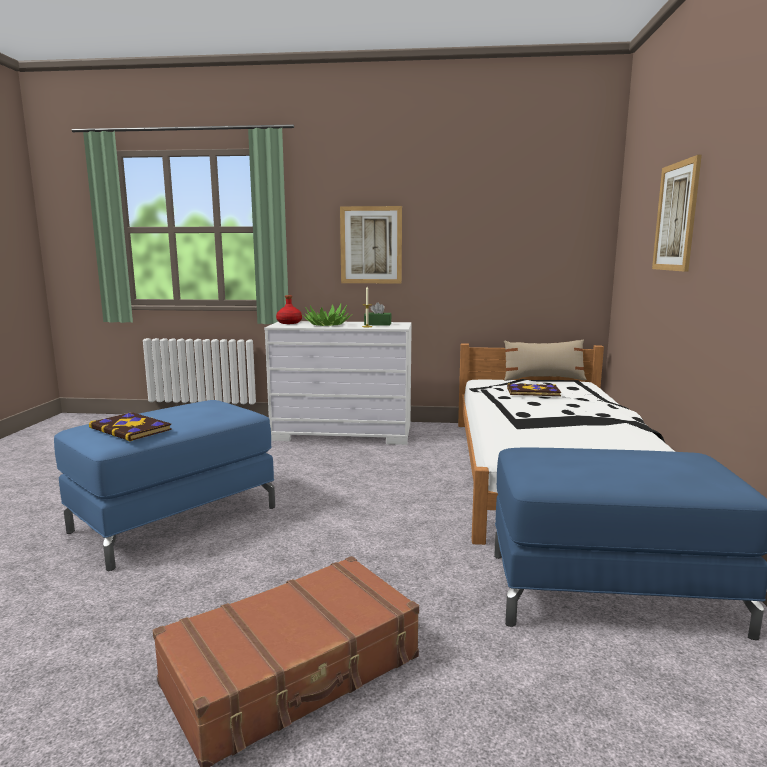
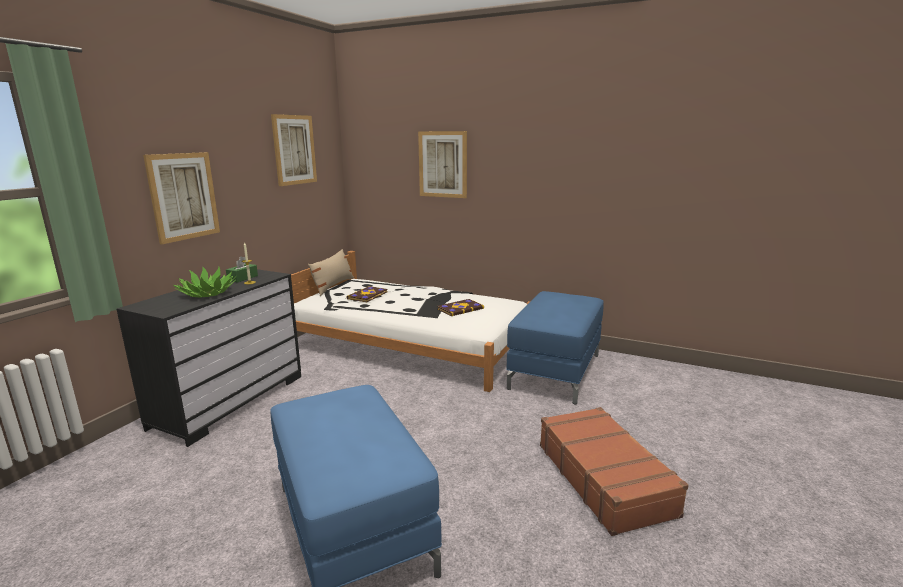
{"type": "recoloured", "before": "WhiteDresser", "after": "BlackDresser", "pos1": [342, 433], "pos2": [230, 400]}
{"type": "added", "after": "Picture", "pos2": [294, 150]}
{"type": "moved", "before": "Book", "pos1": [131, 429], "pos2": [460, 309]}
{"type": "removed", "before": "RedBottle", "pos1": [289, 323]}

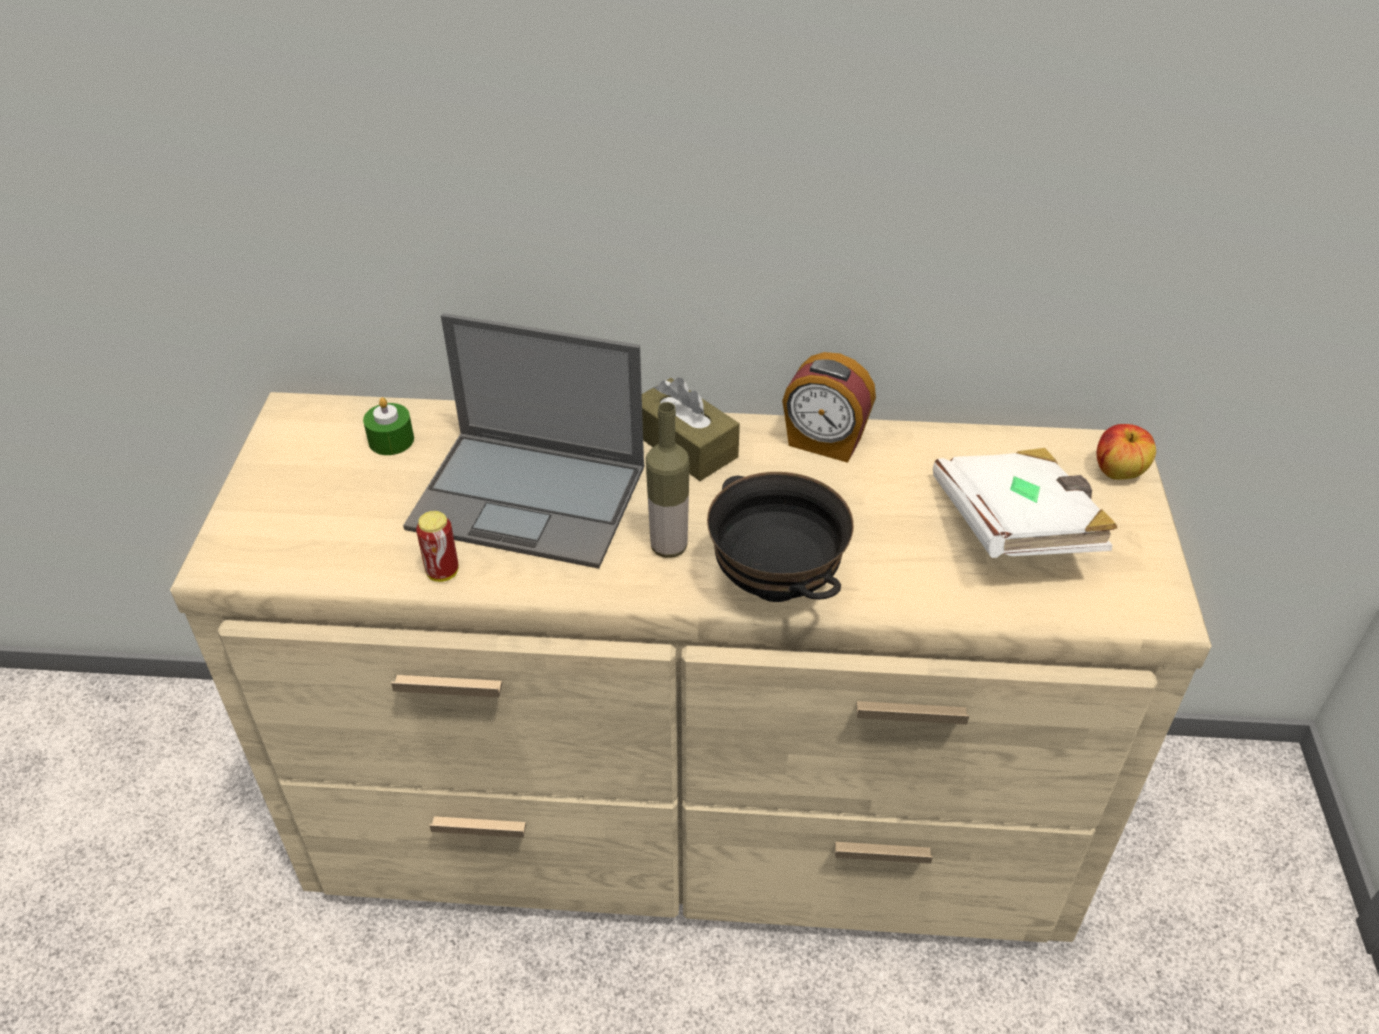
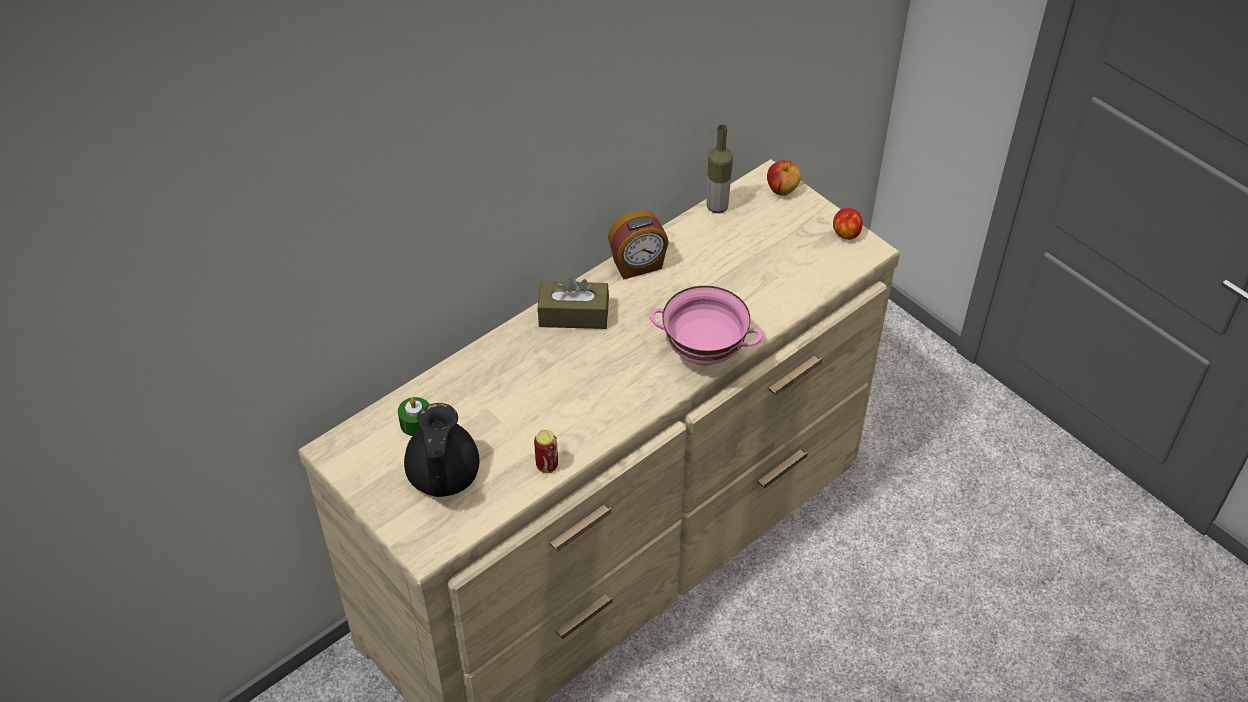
{"type": "added", "after": "BlackTeapot", "pos2": [442, 477]}
{"type": "recoloured", "before": "BlackBowl", "after": "PinkBowl", "pos1": [774, 583], "pos2": [703, 354]}
{"type": "moved", "before": "Bottle", "pos1": [668, 546], "pos2": [717, 207]}
{"type": "added", "after": "Apple", "pos2": [845, 234]}
{"type": "removed", "before": "Laptop", "pos1": [531, 498]}
{"type": "removed", "before": "WhiteBook", "pos1": [1015, 530]}

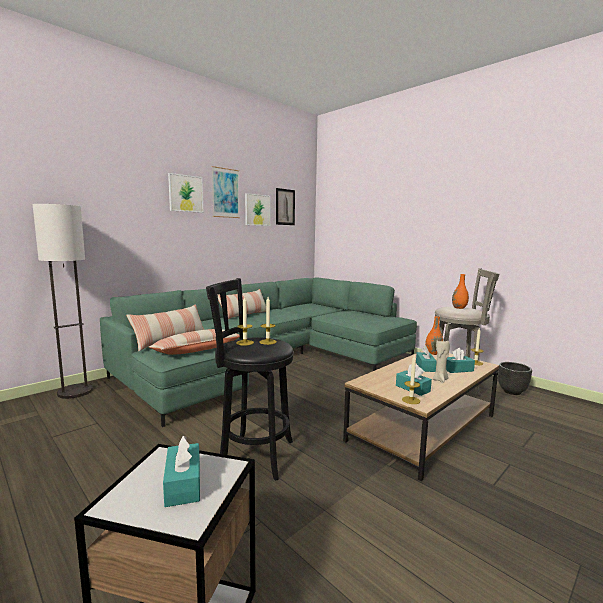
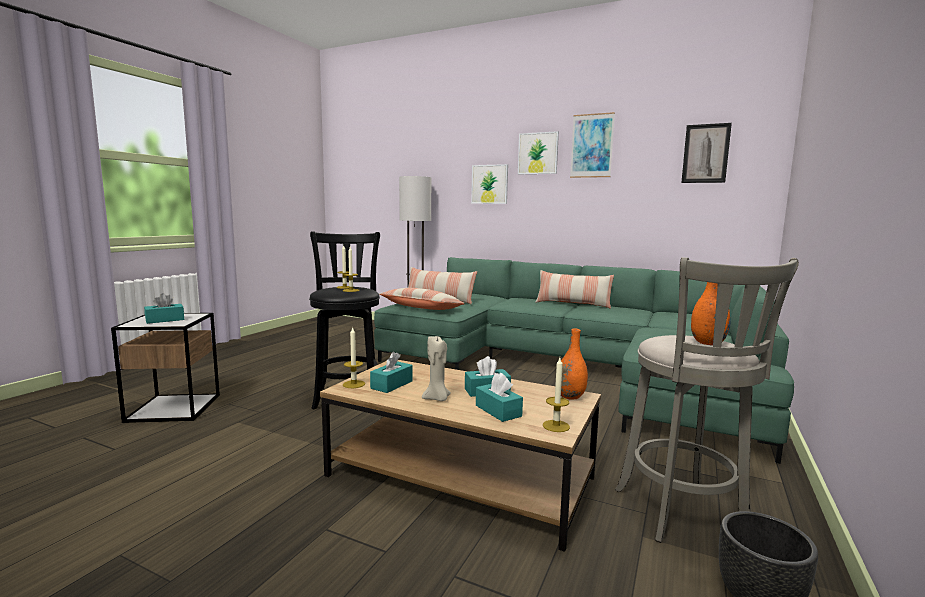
{"type": "moved", "before": "Picture", "pos1": [257, 210], "pos2": [489, 184]}

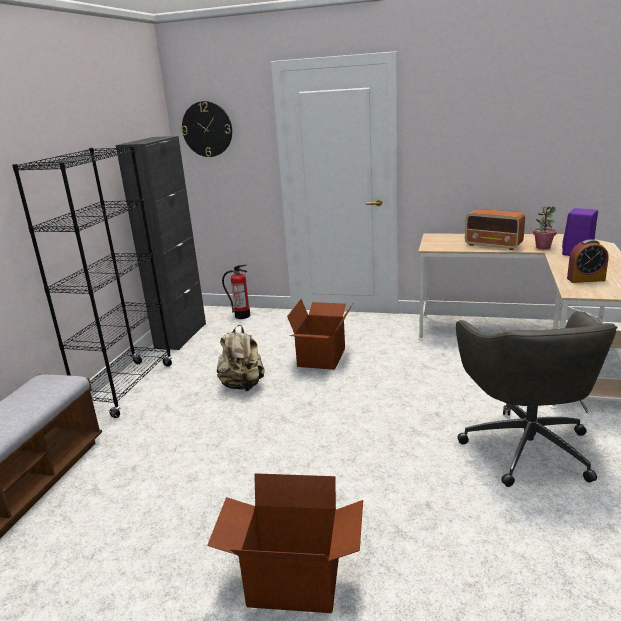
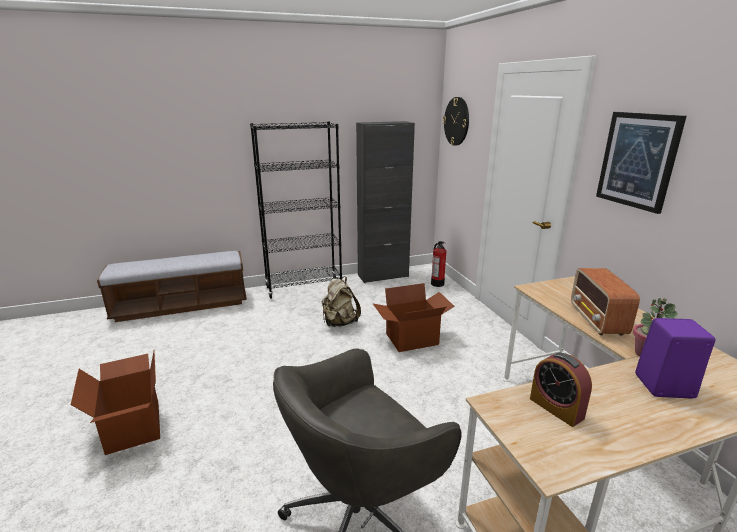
{"type": "added", "after": "Picture", "pos2": [637, 160]}

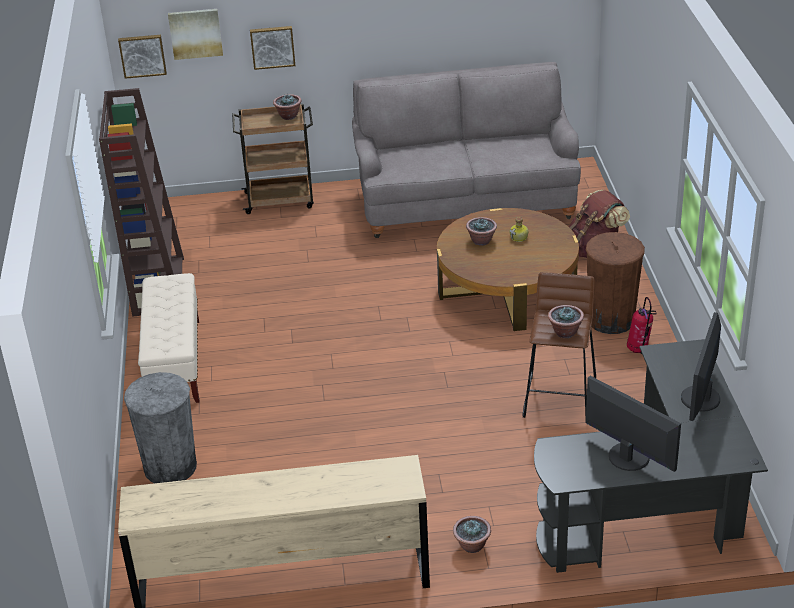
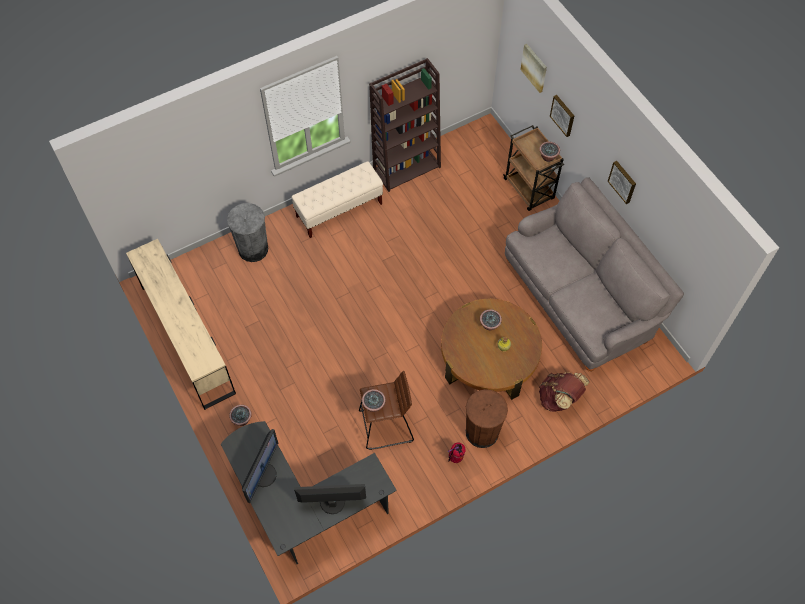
{"type": "moved", "before": "Picture", "pos1": [142, 55], "pos2": [623, 181]}

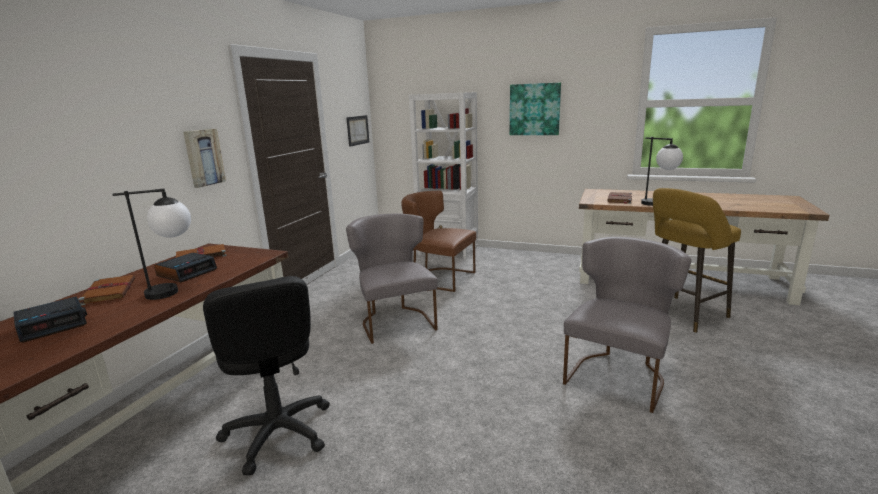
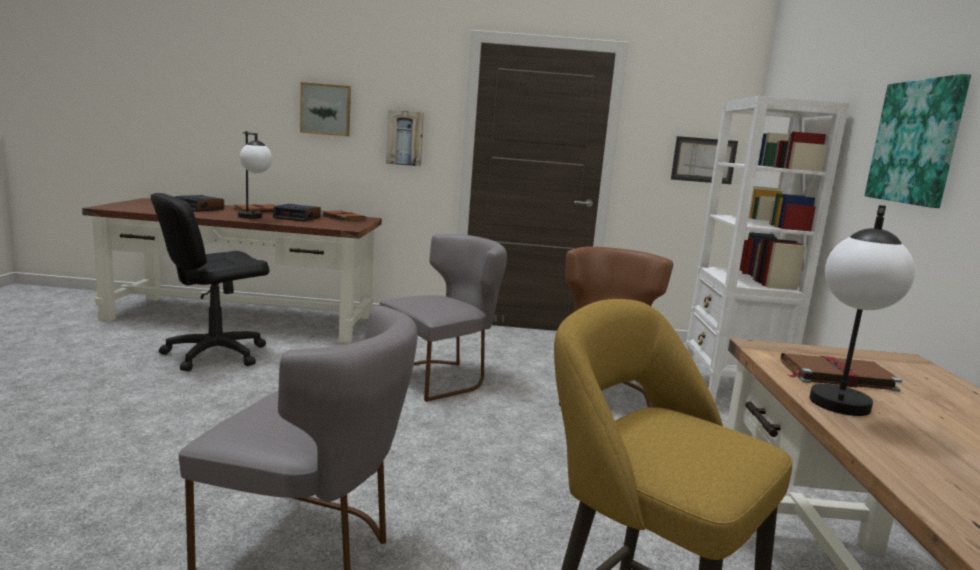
{"type": "added", "after": "Picture", "pos2": [326, 109]}

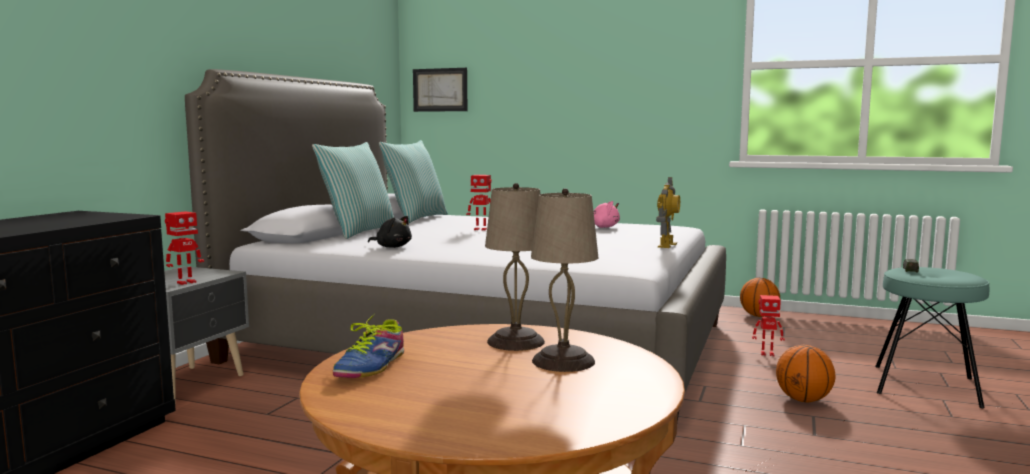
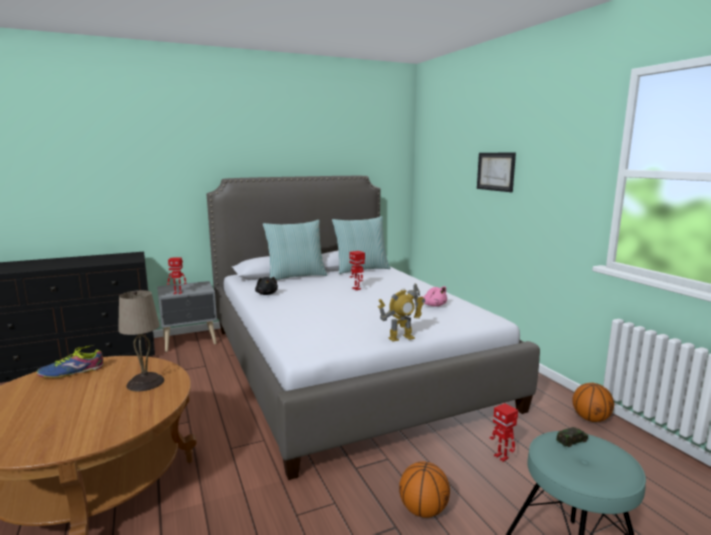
{"type": "moved", "before": "Picture", "pos1": [440, 90], "pos2": [495, 171]}
{"type": "removed", "before": "BeigeTableLamp", "pos1": [562, 361]}

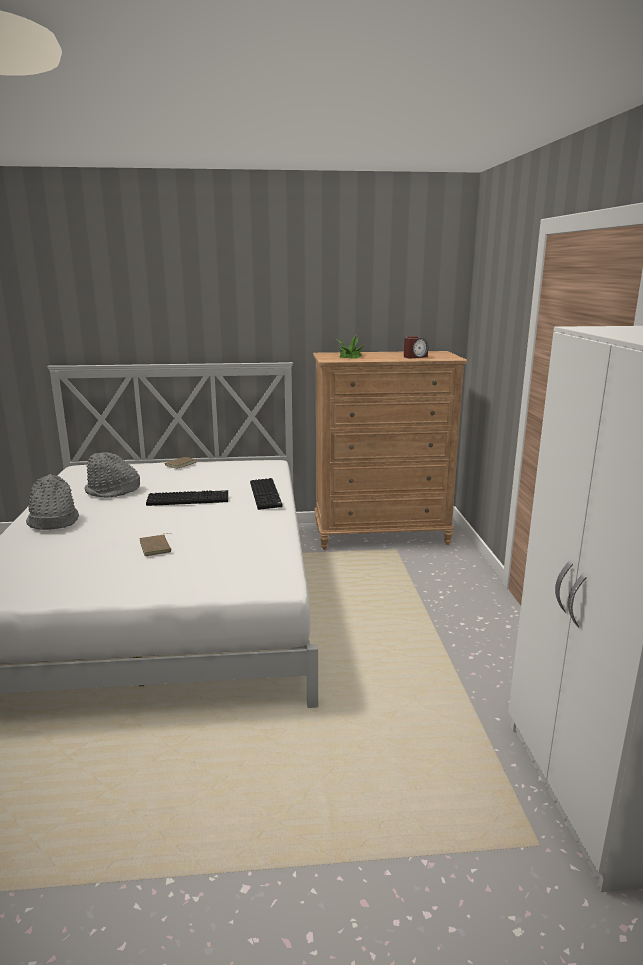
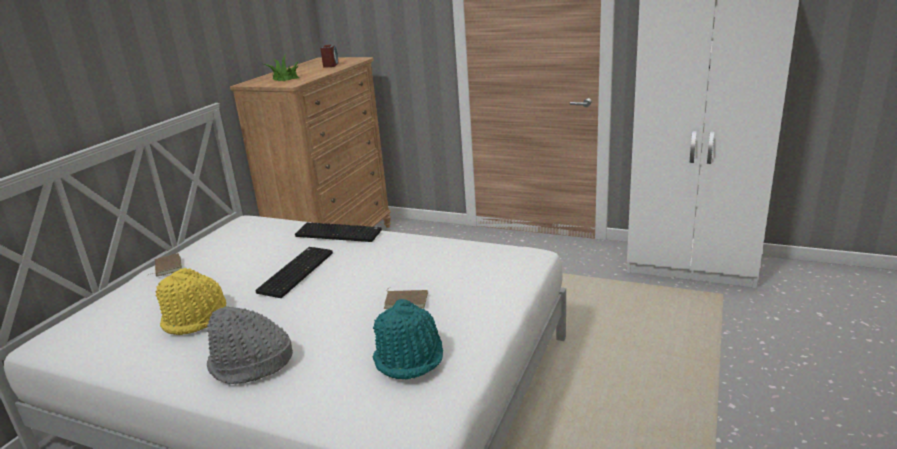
{"type": "recoloured", "before": "GreyHat", "after": "YellowHat", "pos1": [113, 491], "pos2": [196, 318]}
{"type": "added", "after": "TurquoiseHat", "pos2": [409, 356]}

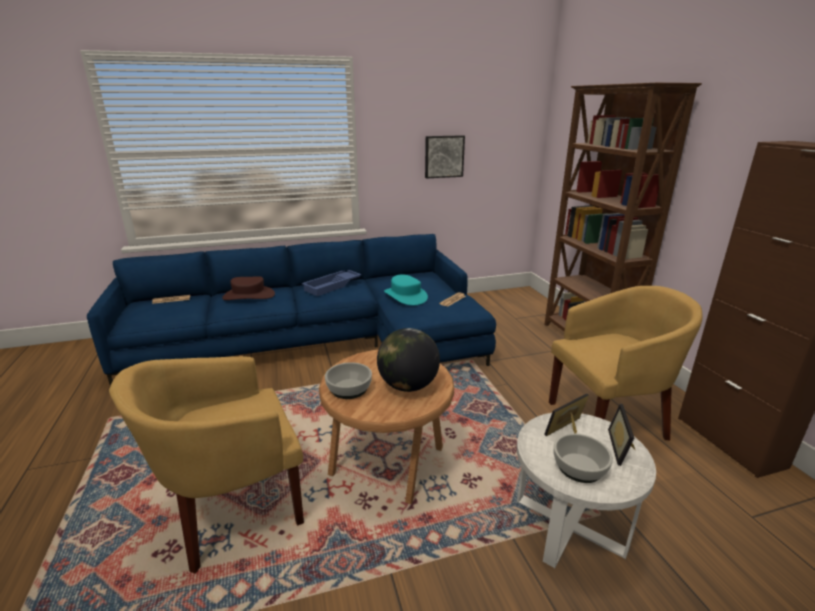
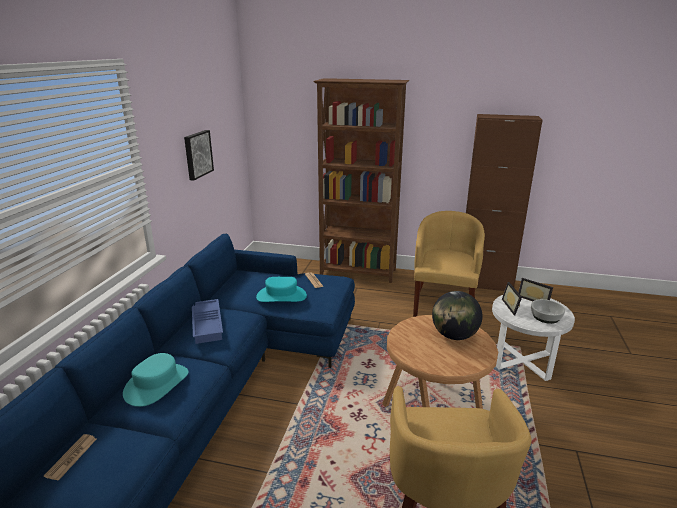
{"type": "recoloured", "before": "BrownHat", "after": "TurquoiseHat", "pos1": [249, 295], "pos2": [156, 384]}
{"type": "removed", "before": "Bowl", "pos1": [348, 389]}

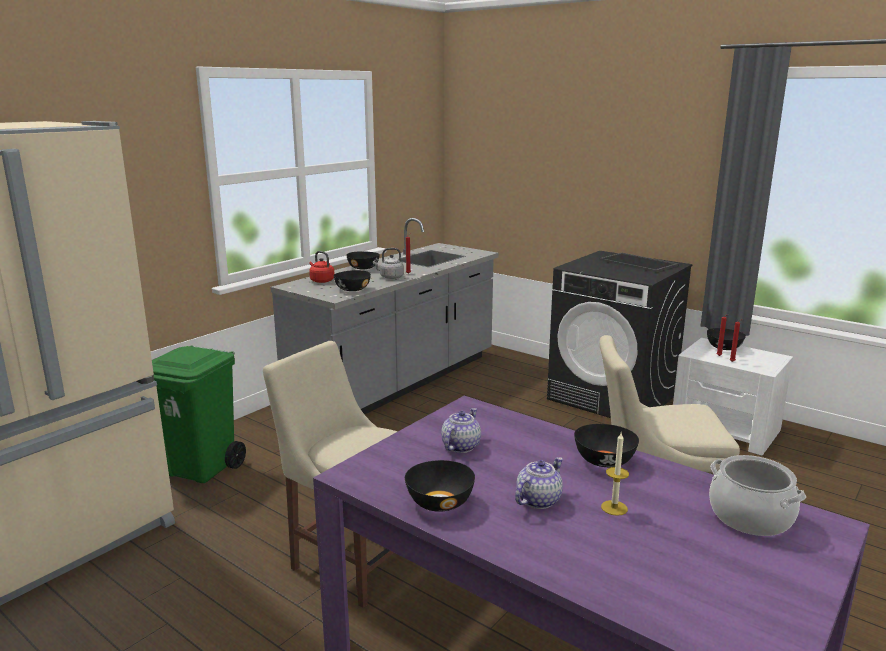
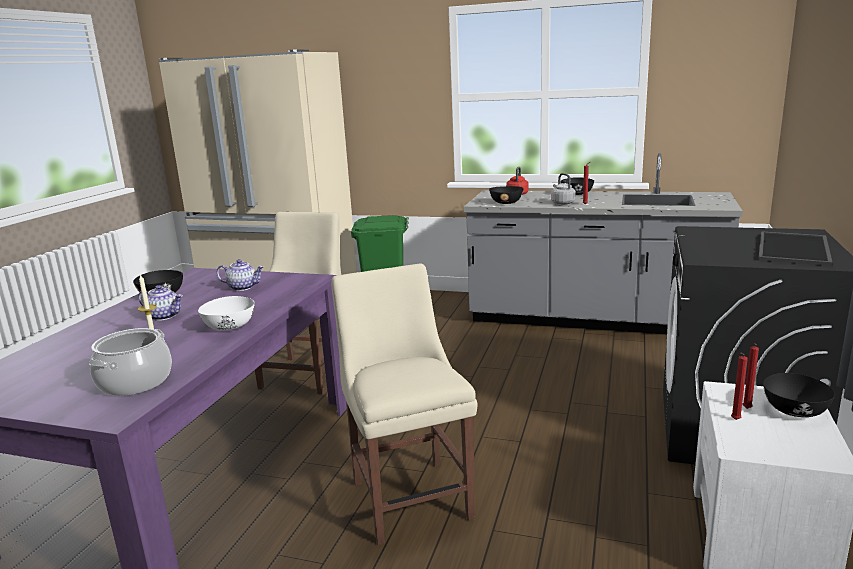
{"type": "recoloured", "before": "BlackBowl", "after": "WhiteBowl", "pos1": [603, 461], "pos2": [229, 326]}

